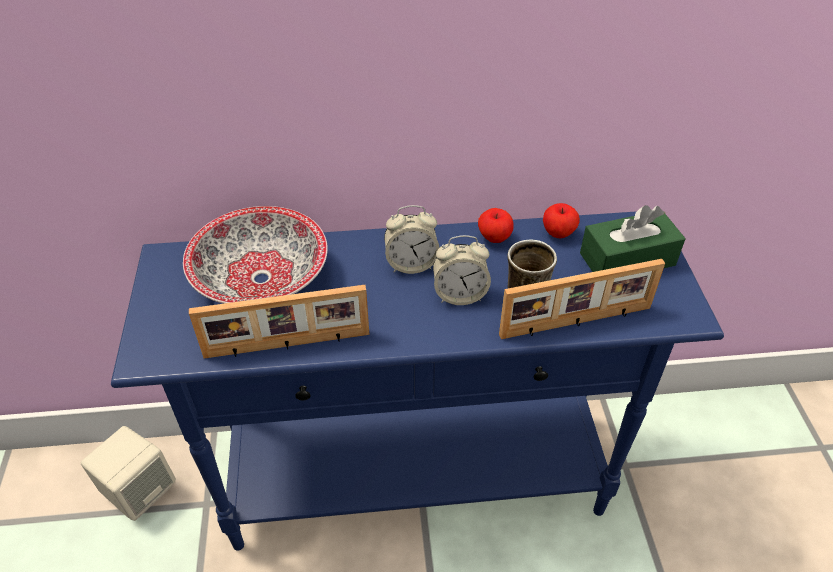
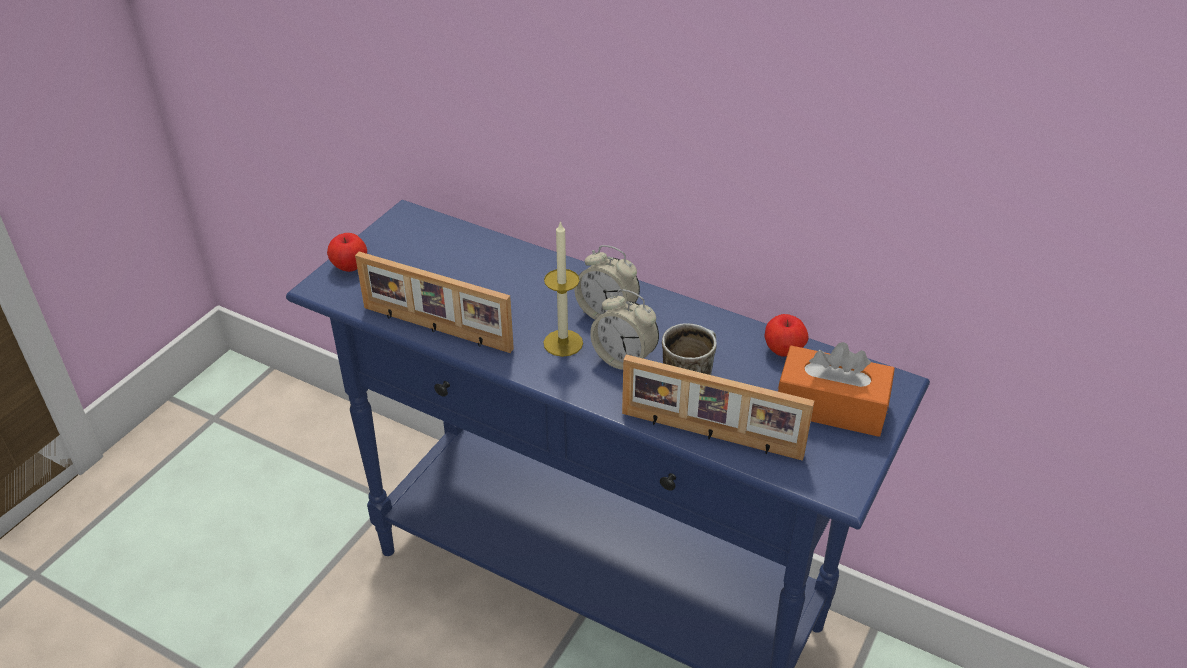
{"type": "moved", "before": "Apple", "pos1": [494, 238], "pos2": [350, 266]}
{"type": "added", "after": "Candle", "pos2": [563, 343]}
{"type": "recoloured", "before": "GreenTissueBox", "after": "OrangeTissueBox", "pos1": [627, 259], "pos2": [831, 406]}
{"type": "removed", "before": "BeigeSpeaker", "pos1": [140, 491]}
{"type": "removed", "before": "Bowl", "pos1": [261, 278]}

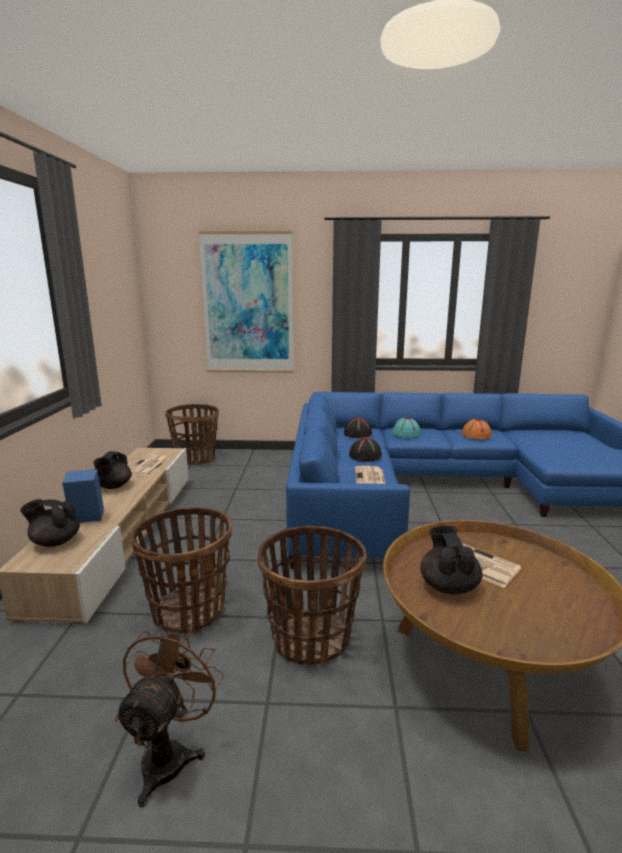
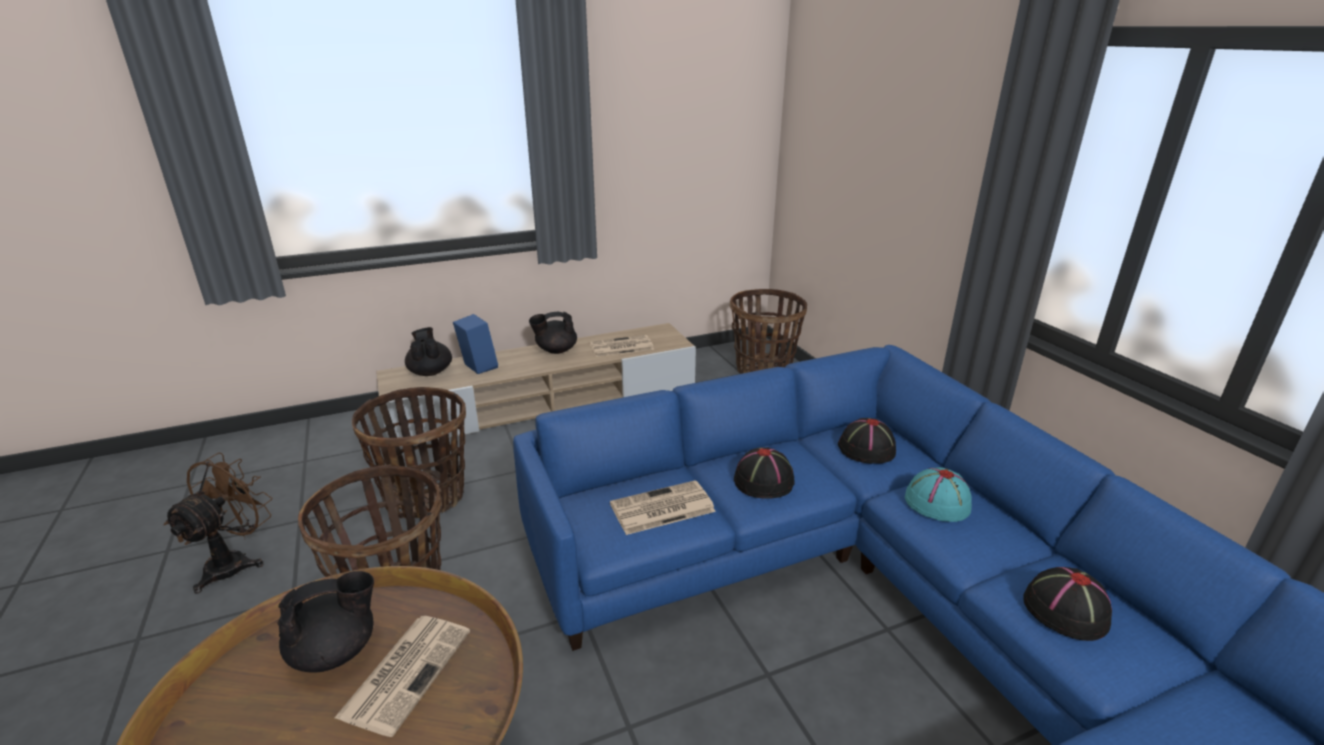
{"type": "turned", "before": "BrownFan", "pos1": [170, 754], "pos2": [236, 562], "turn": -60}
{"type": "recoloured", "before": "OrangeHat", "after": "BlackHat", "pos1": [476, 435], "pos2": [1064, 610]}
{"type": "removed", "before": "Picture", "pos1": [248, 304]}

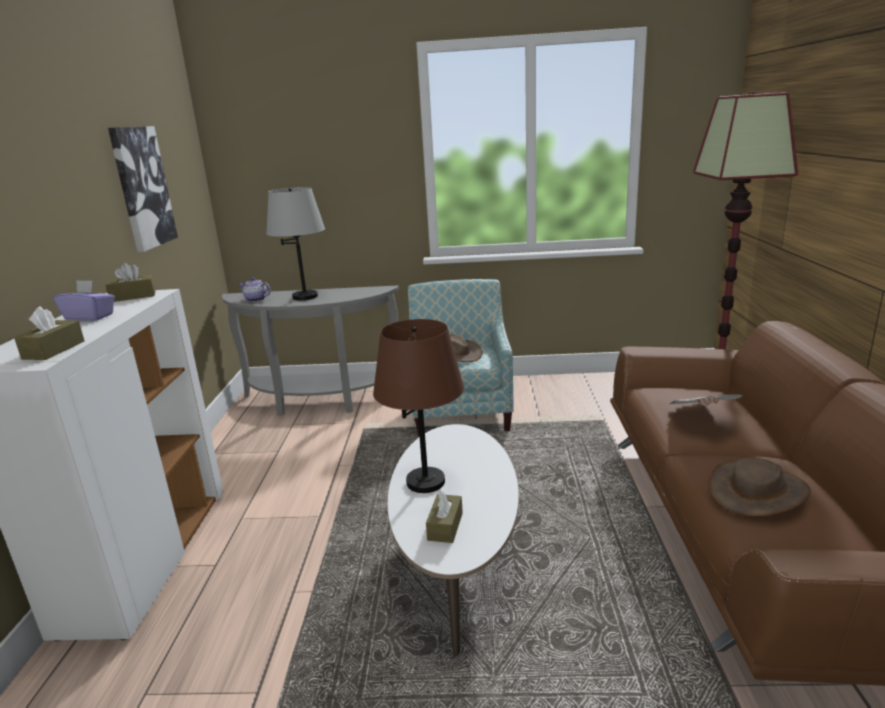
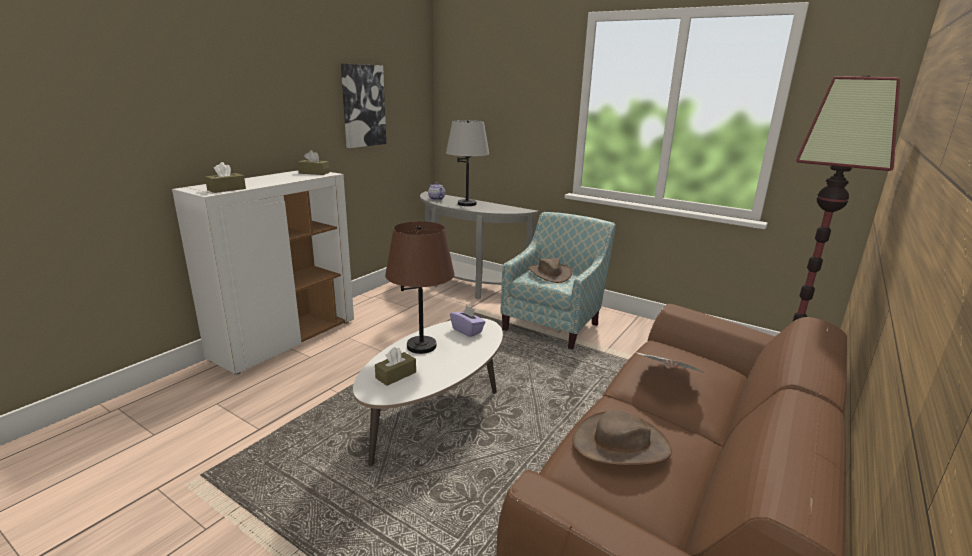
{"type": "moved", "before": "PurpleTissueBox", "pos1": [90, 317], "pos2": [467, 330]}

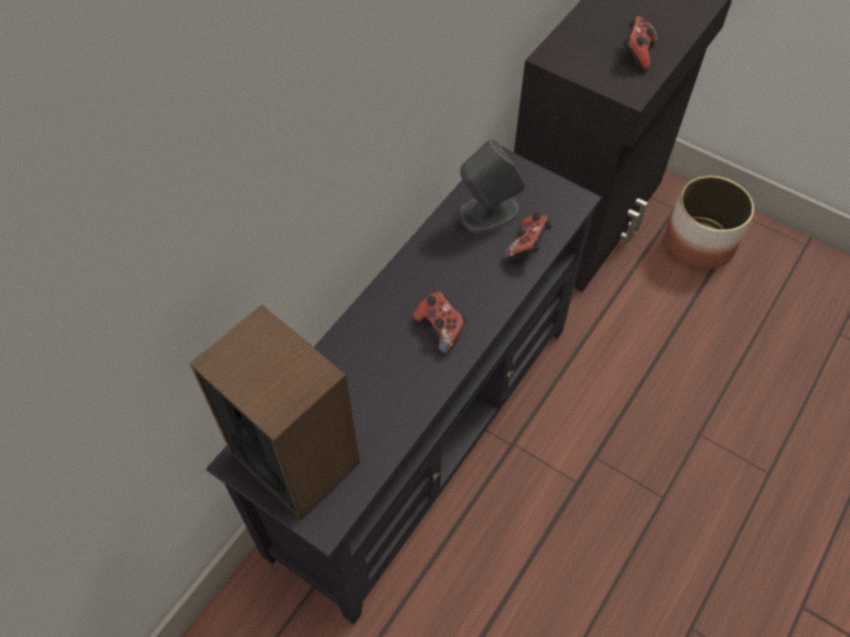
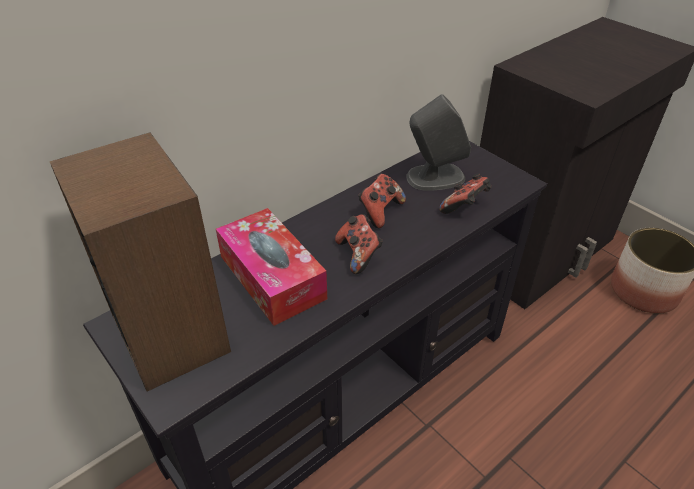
{"type": "added", "after": "TissueBox", "pos2": [272, 277]}
{"type": "moved", "before": "GameController", "pos1": [636, 54], "pos2": [380, 211]}

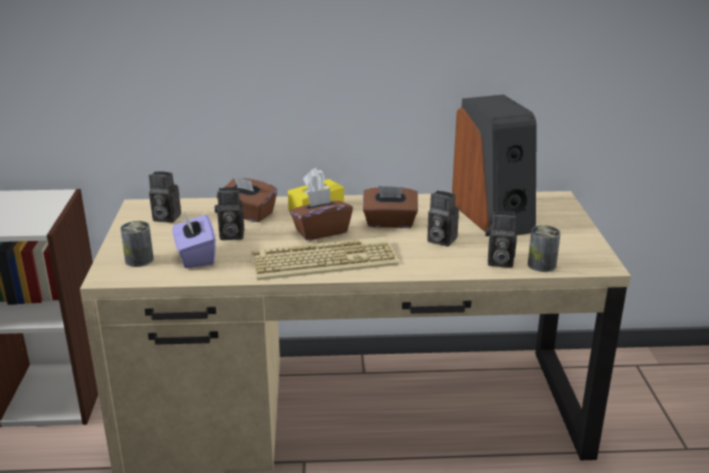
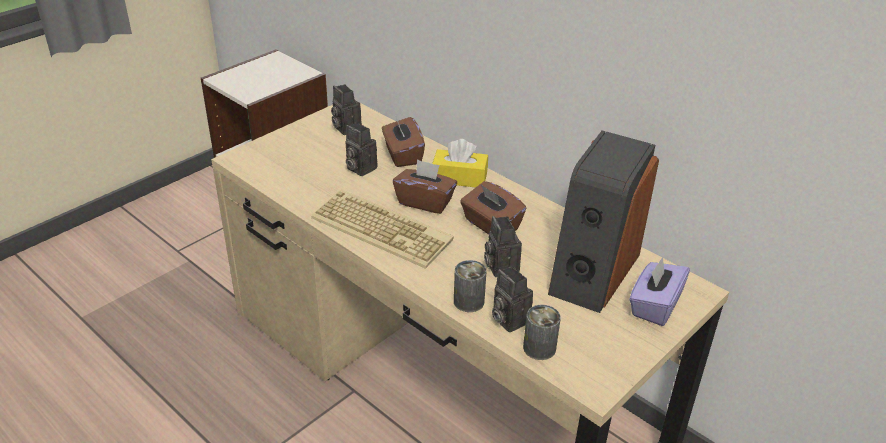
{"type": "moved", "before": "Can", "pos1": [139, 260], "pos2": [468, 301]}
{"type": "moved", "before": "PurpleTissueBox", "pos1": [195, 256], "pos2": [654, 306]}

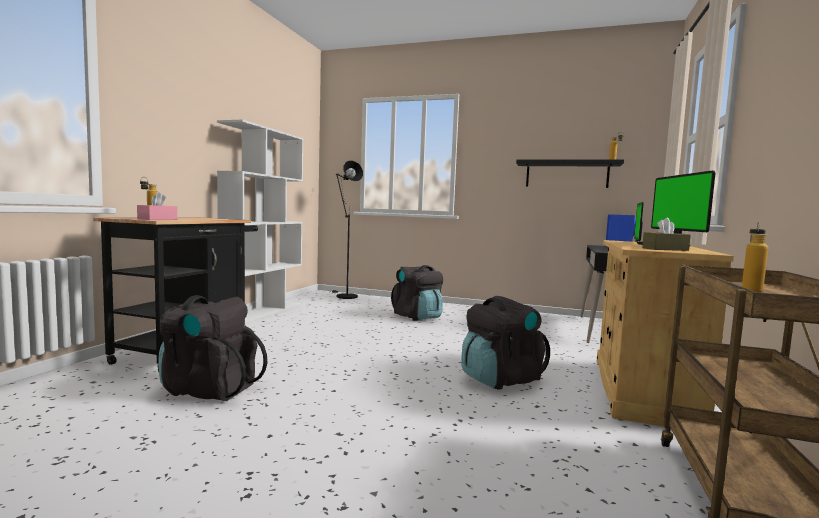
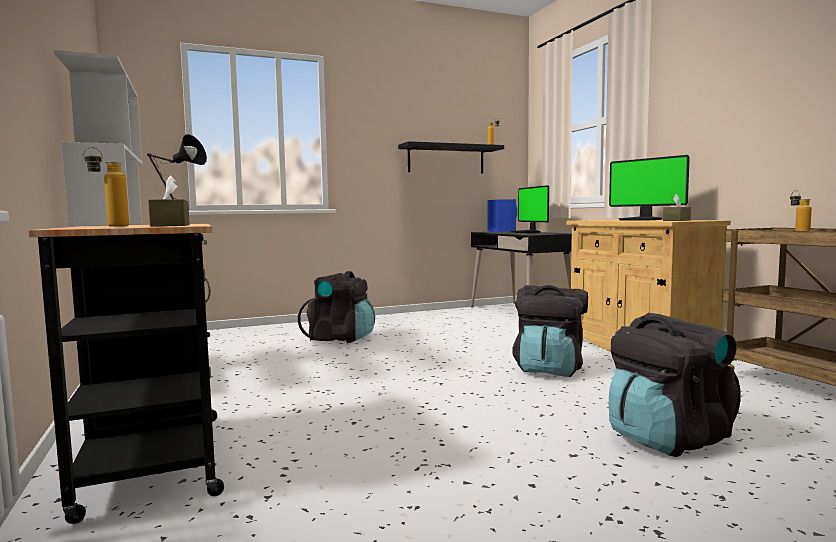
{"type": "recoloured", "before": "PinkTissueBox", "after": "BrownTissueBox", "pos1": [157, 219], "pos2": [170, 225]}
{"type": "moved", "before": "BlackBackpack", "pos1": [208, 389], "pos2": [667, 438]}

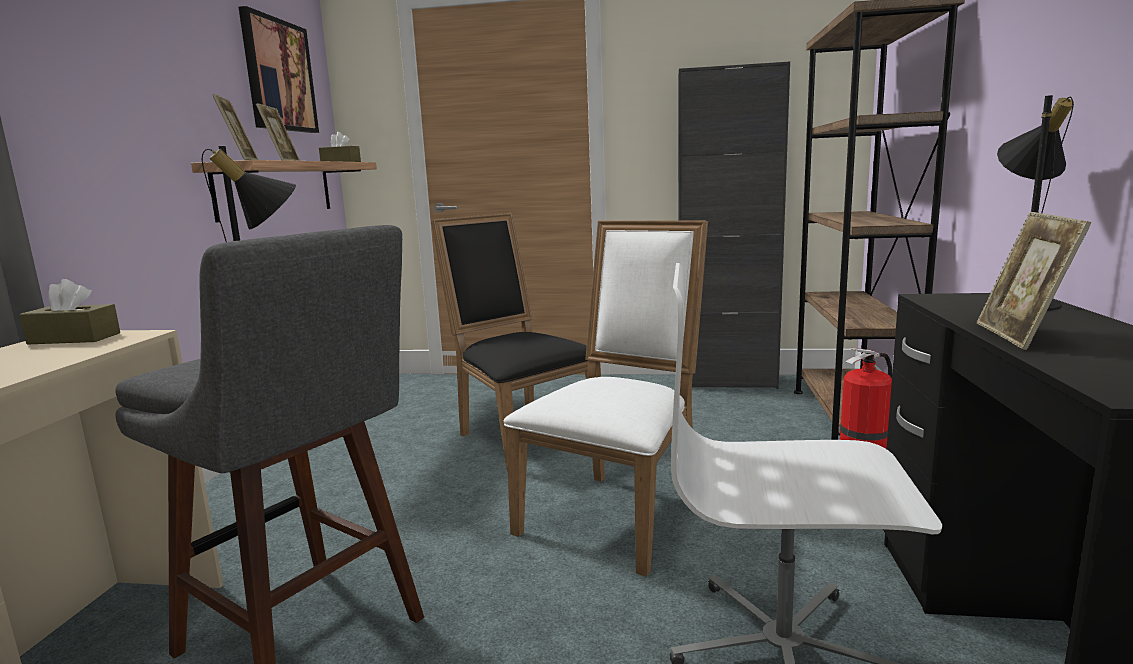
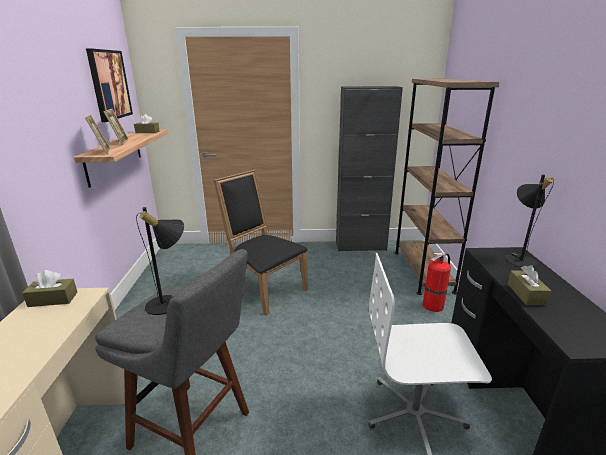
{"type": "replaced", "before": "PictureFrame", "after": "BrownTissueBox", "pos1": [1020, 336], "pos2": [526, 294]}
{"type": "removed", "before": "WhiteChair", "pos1": [617, 513]}

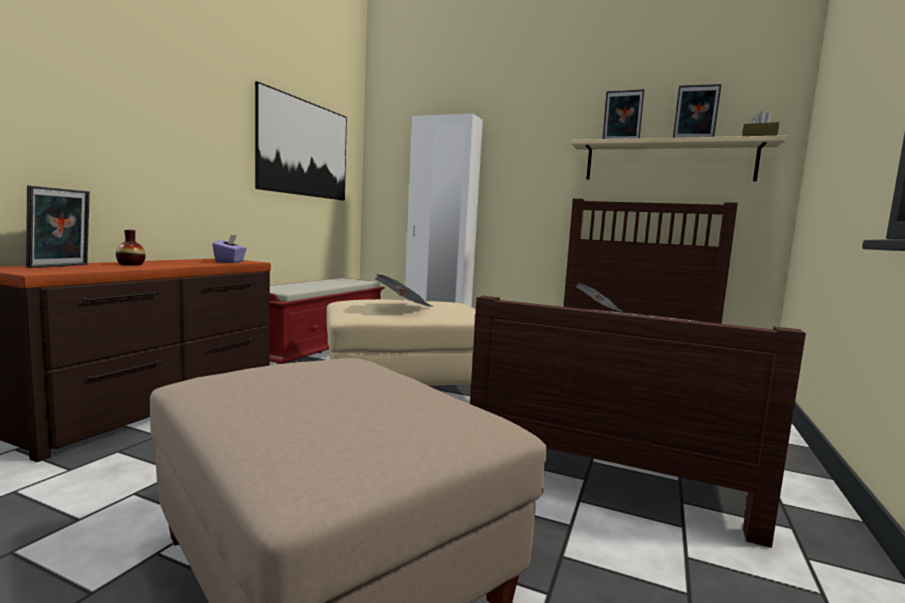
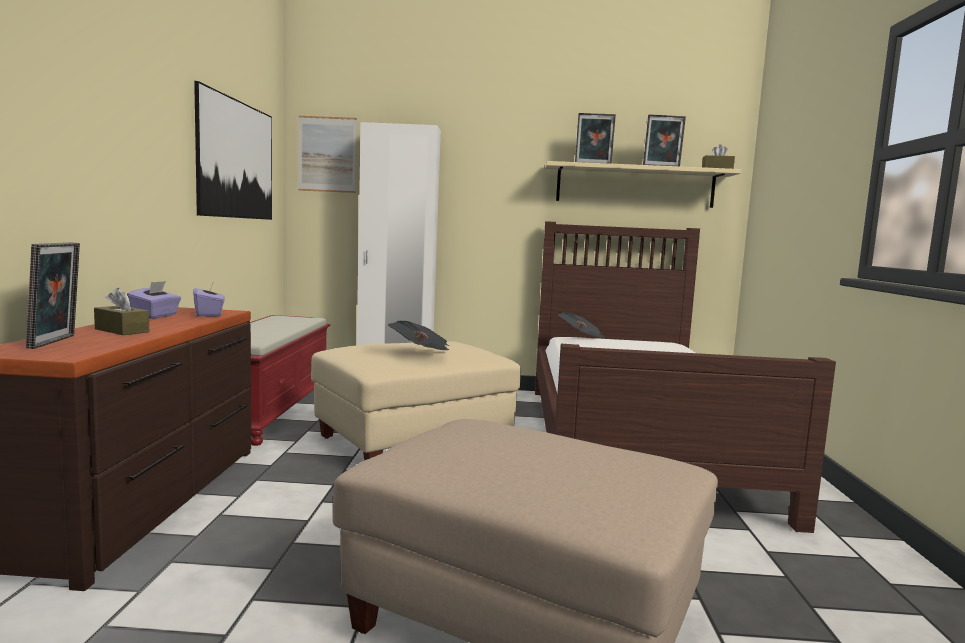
{"type": "replaced", "before": "Vase", "after": "BrownTissueBox", "pos1": [131, 264], "pos2": [122, 330]}
{"type": "added", "after": "PurpleTissueBox", "pos2": [155, 316]}
{"type": "added", "after": "Picture", "pos2": [327, 154]}

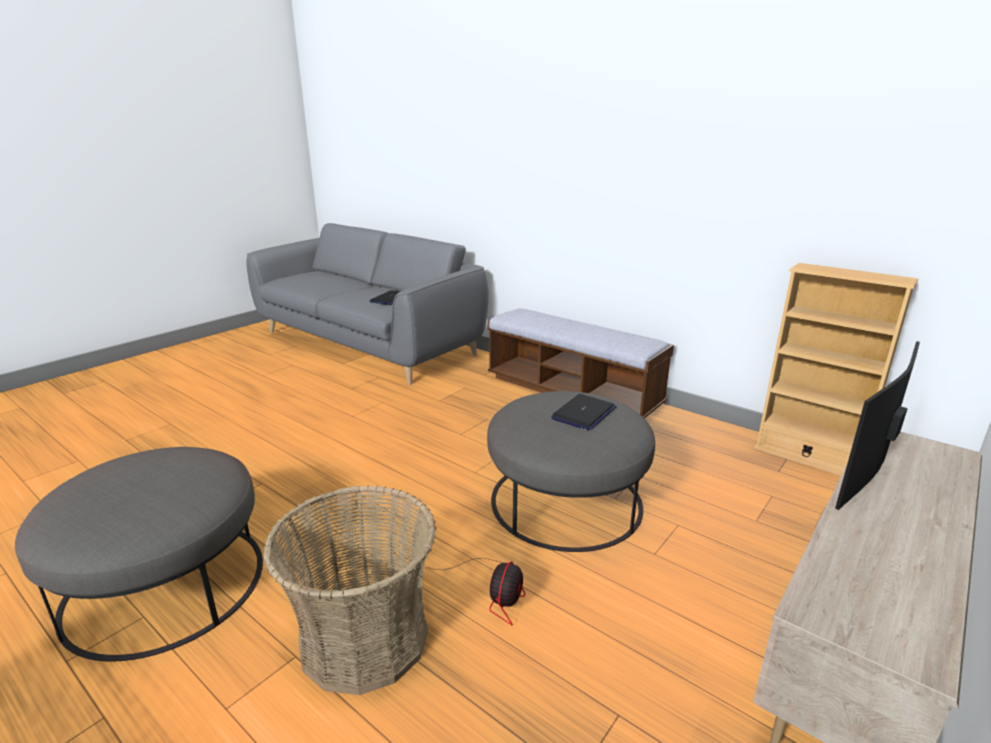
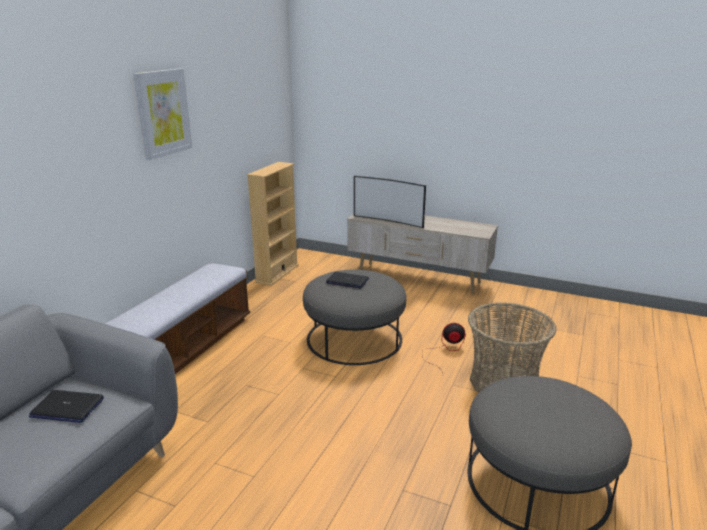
{"type": "added", "after": "Picture", "pos2": [163, 113]}

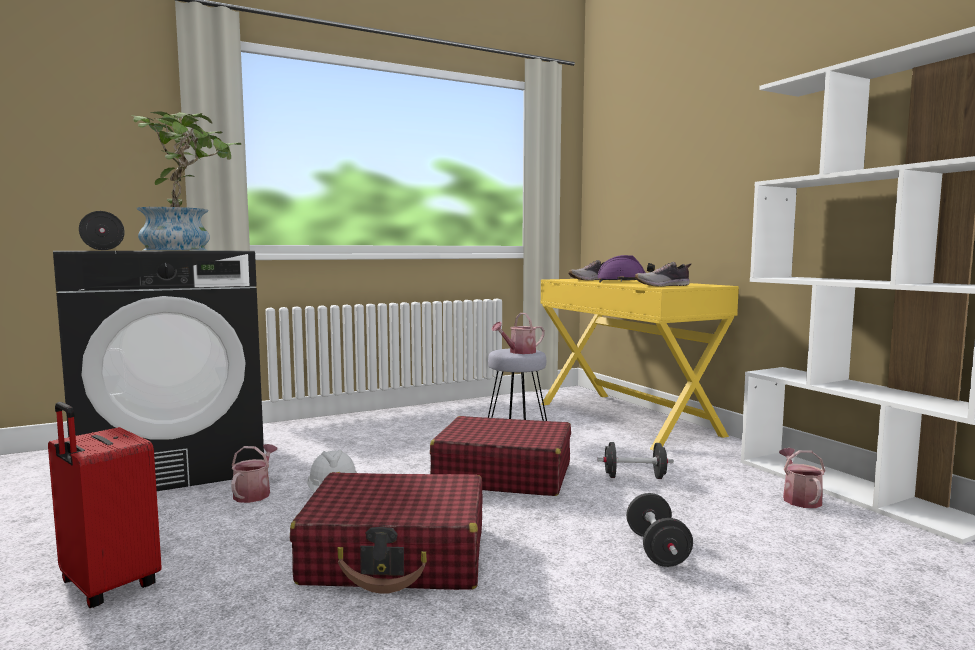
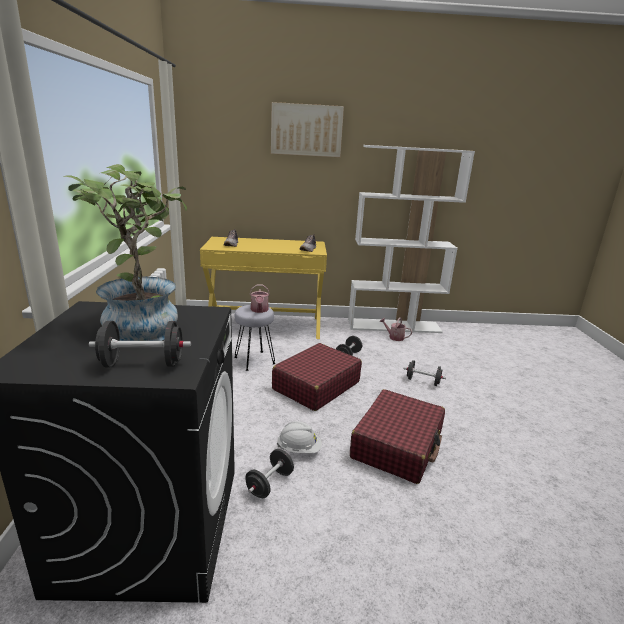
{"type": "replaced", "before": "WateringCan", "after": "BlackDumbbell", "pos1": [254, 493], "pos2": [269, 484]}
{"type": "added", "after": "Picture", "pos2": [306, 130]}
{"type": "removed", "before": "RedSuitcase", "pos1": [107, 586]}
{"type": "removed", "before": "PurpleHardHat", "pos1": [624, 282]}

